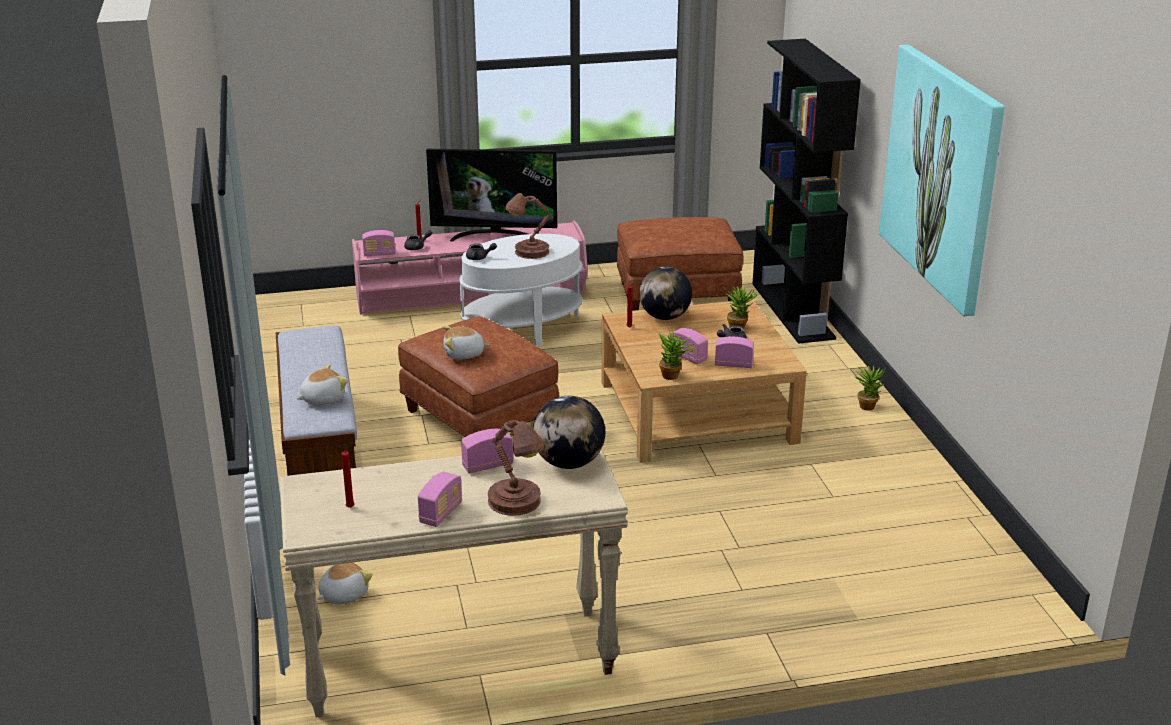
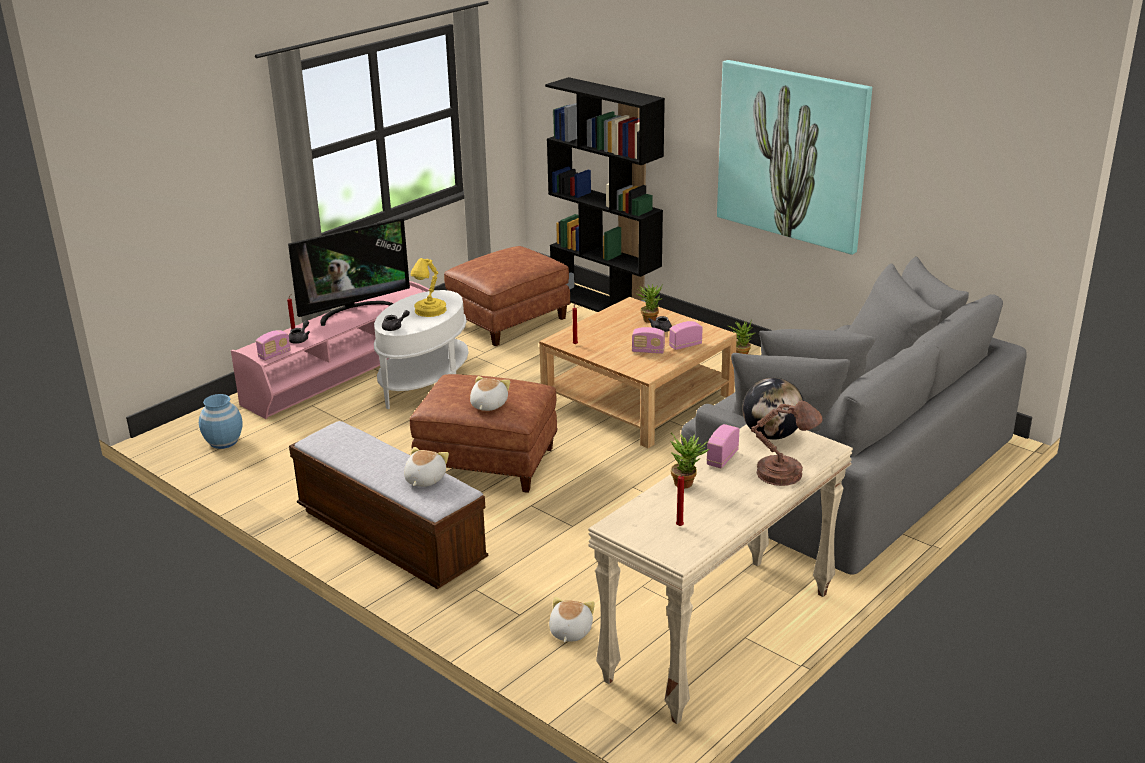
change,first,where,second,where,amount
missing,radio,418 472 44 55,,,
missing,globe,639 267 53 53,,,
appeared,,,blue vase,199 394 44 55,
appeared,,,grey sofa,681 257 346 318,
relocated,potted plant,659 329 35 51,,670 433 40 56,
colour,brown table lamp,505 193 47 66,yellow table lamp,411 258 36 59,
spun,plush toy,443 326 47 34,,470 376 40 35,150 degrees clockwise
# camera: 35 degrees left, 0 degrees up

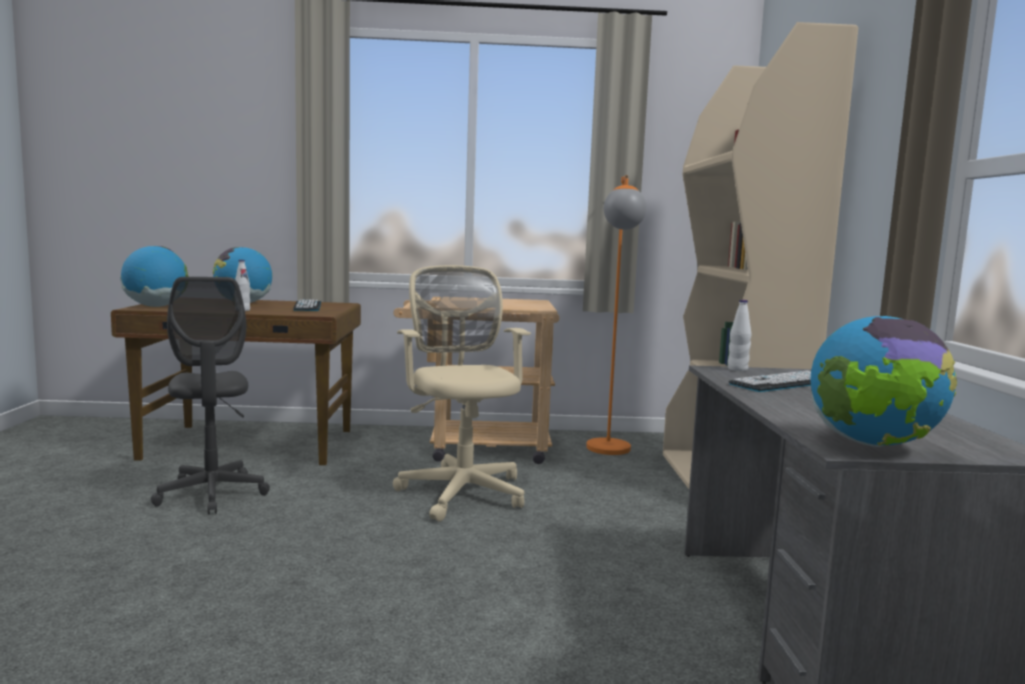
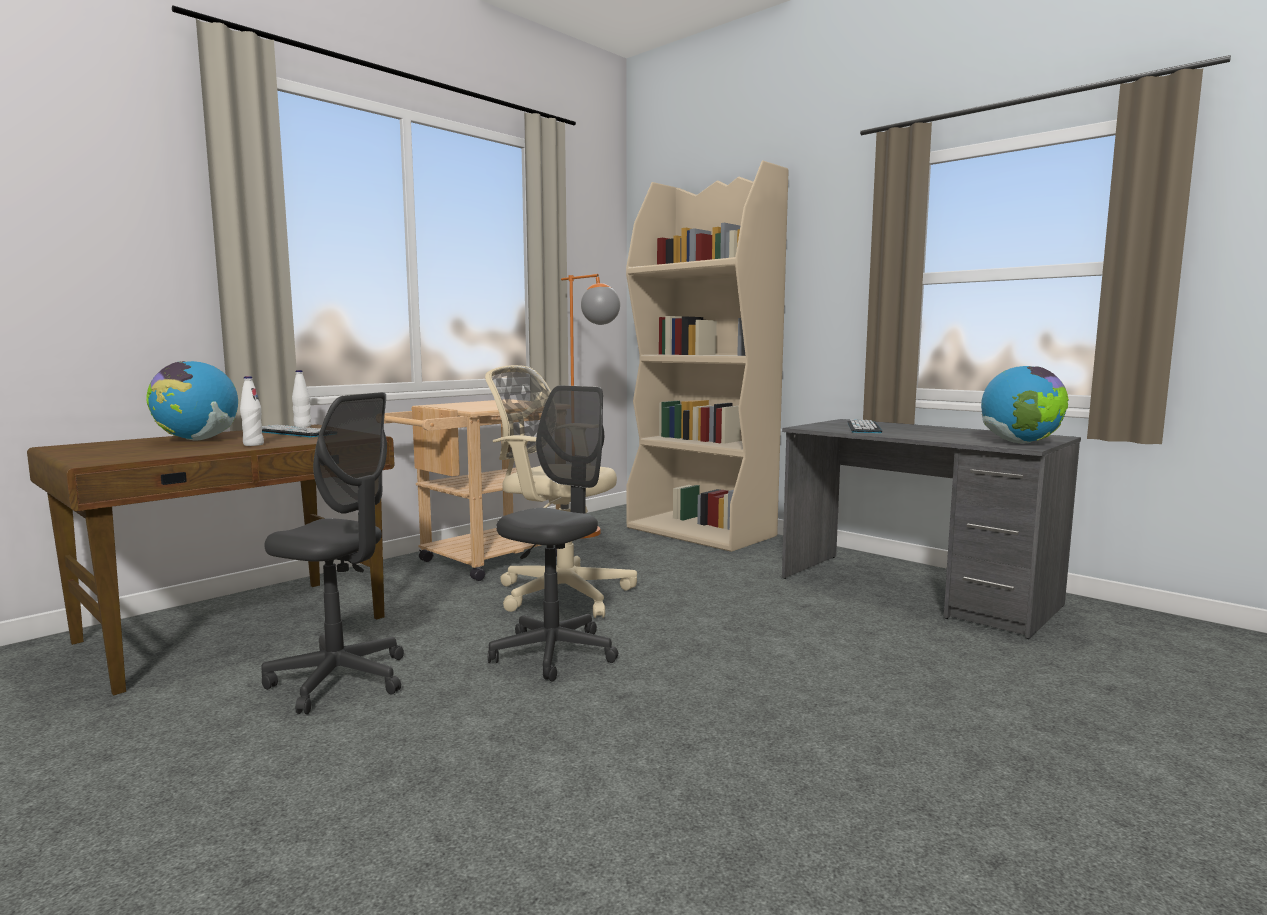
change,first,where,second,where,amount
missing,globe,120 246 69 61,,,
appeared,,,grey office chair,488 385 130 297,
relocated,white bottle,728 300 23 71,,292 370 19 57,
# camera: 45 degrees left, 0 degrees up

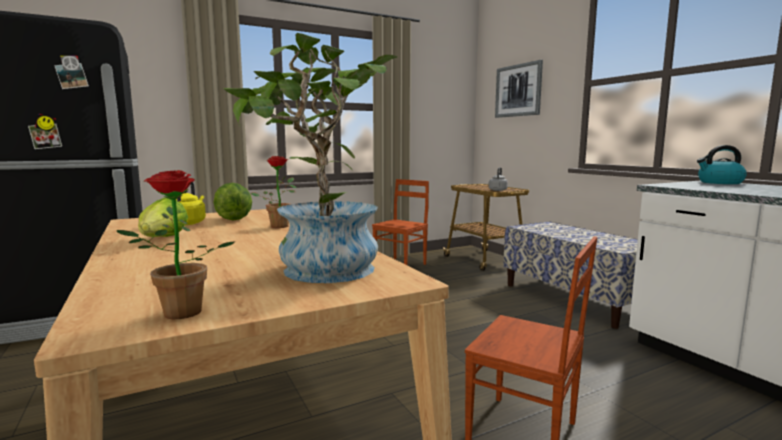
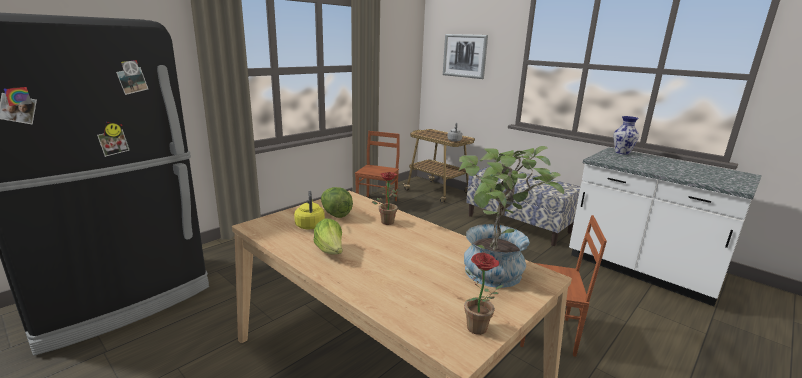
change,first,where,second,where,amount
exchanged,kettle,697 145 50 39,vase,613 116 26 39,
# camera: 20 degrees left, 10 degrees up

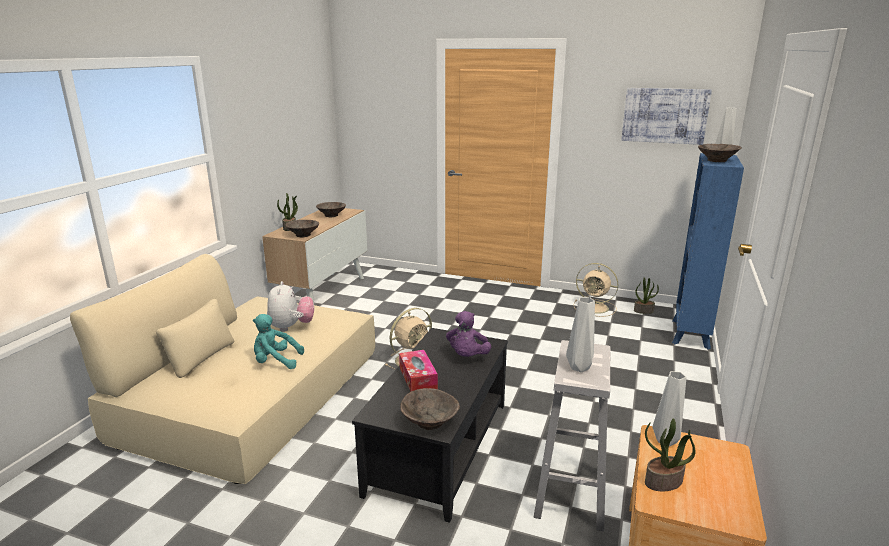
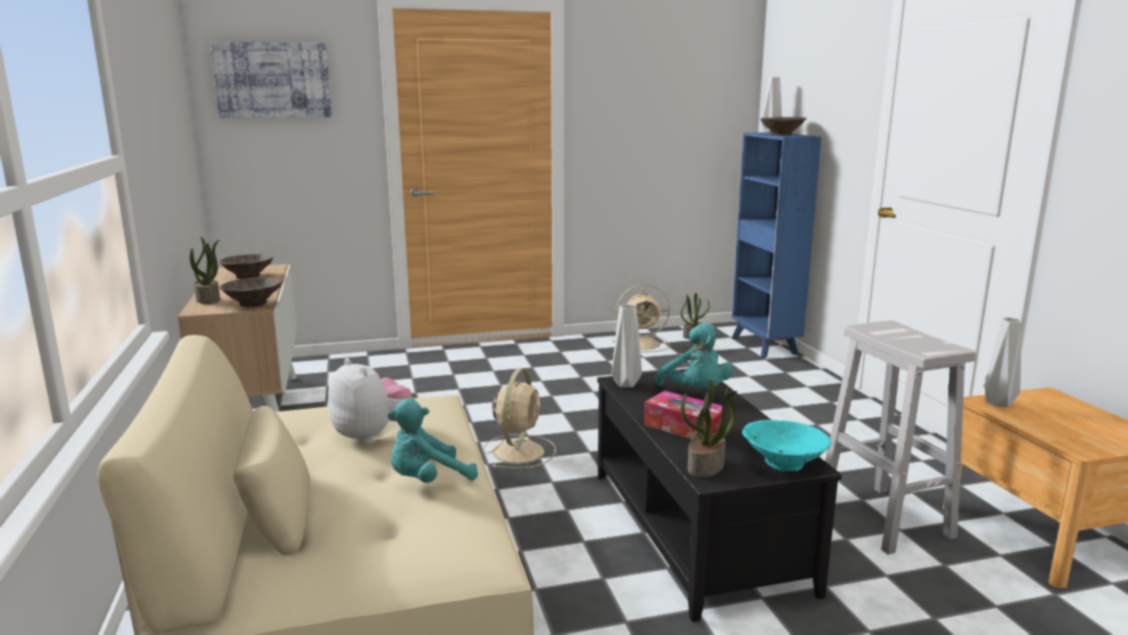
change,first,where,second,where,amount
relocated,grey vase,566 297 29 75,,612 304 30 84,
relocated,picture,622 88 90 57,,210 41 122 77,
relocated,potted plant,645 419 51 72,,681 379 56 98,
colour,brown bowl,400 388 60 42,turquoise bowl,742 420 89 51,
colour,purple plush toy,446 311 45 46,turquoise plush toy,655 323 78 66,
# camera: 35 degrees left, 5 degrees down

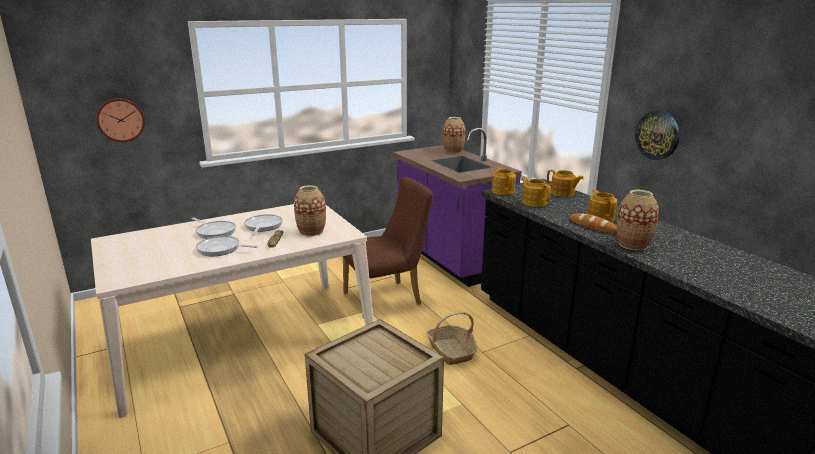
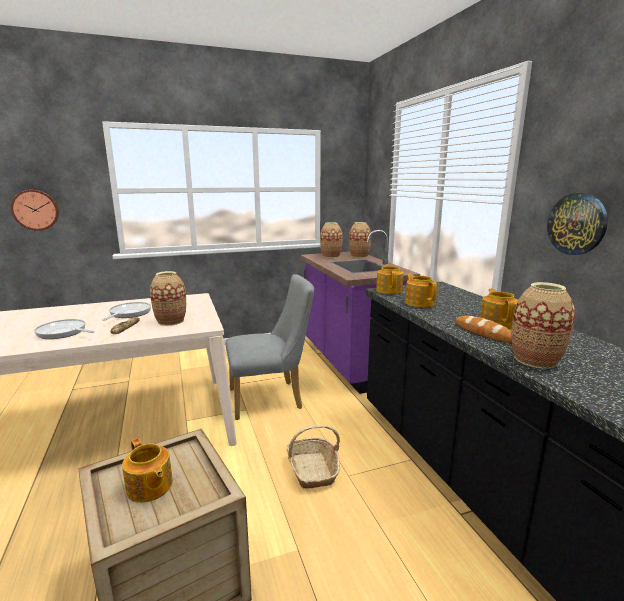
change,first,where,second,where,amount
missing,frying pan,192 218 44 21,,,
appeared,,,vase,320 222 23 36,
relocated,teapot,547 170 37 27,,122 438 51 65,
colour,brown chair,342 177 91 141,grey chair,226 274 88 146,
# camera: 10 degrees right, 5 degrees down

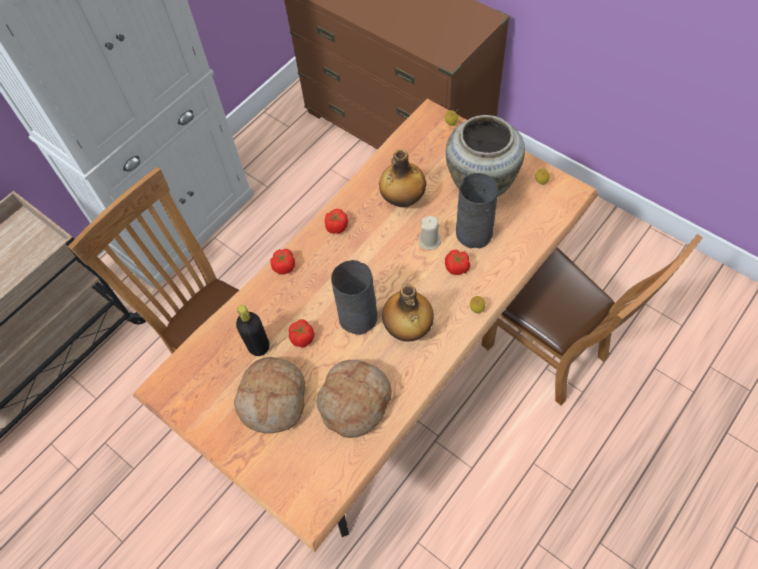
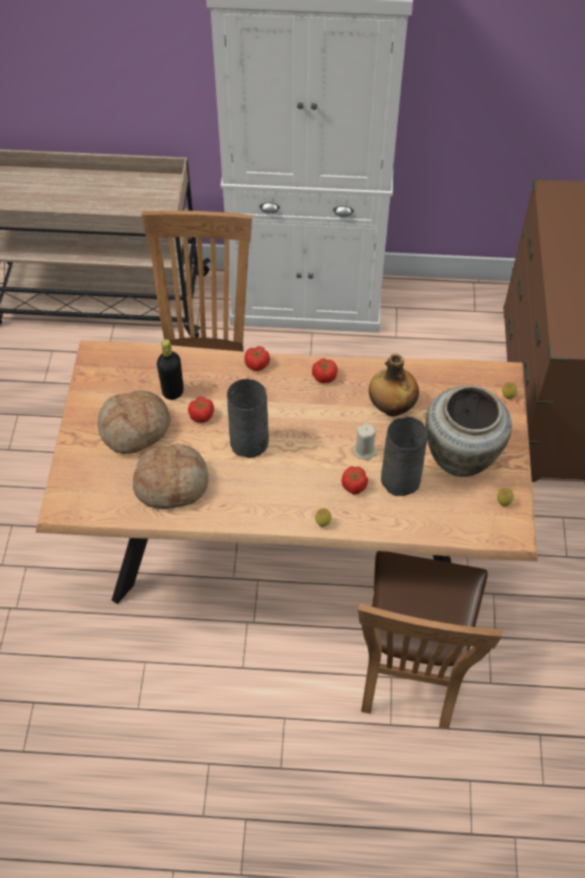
change,first,where,second,where,amount
missing,bottle,382 284 52 58,,,
# camera: 50 degrees right, 5 degrees down

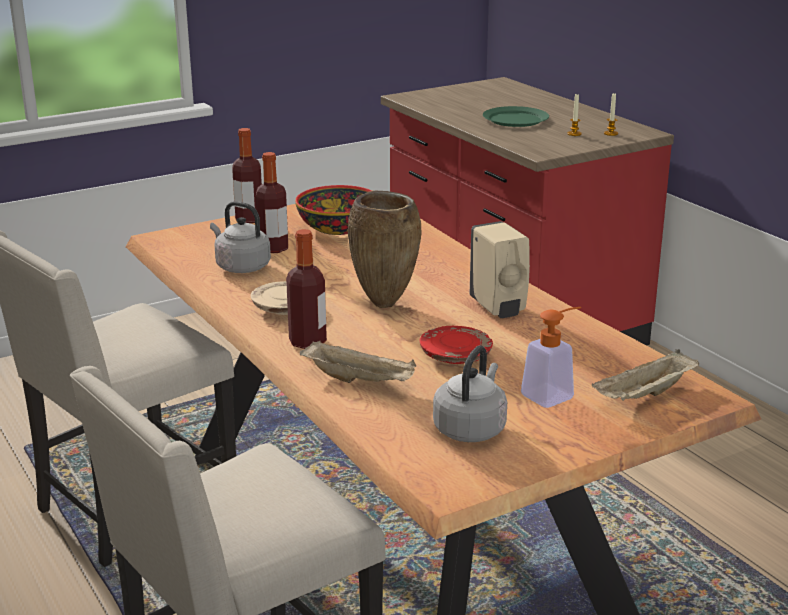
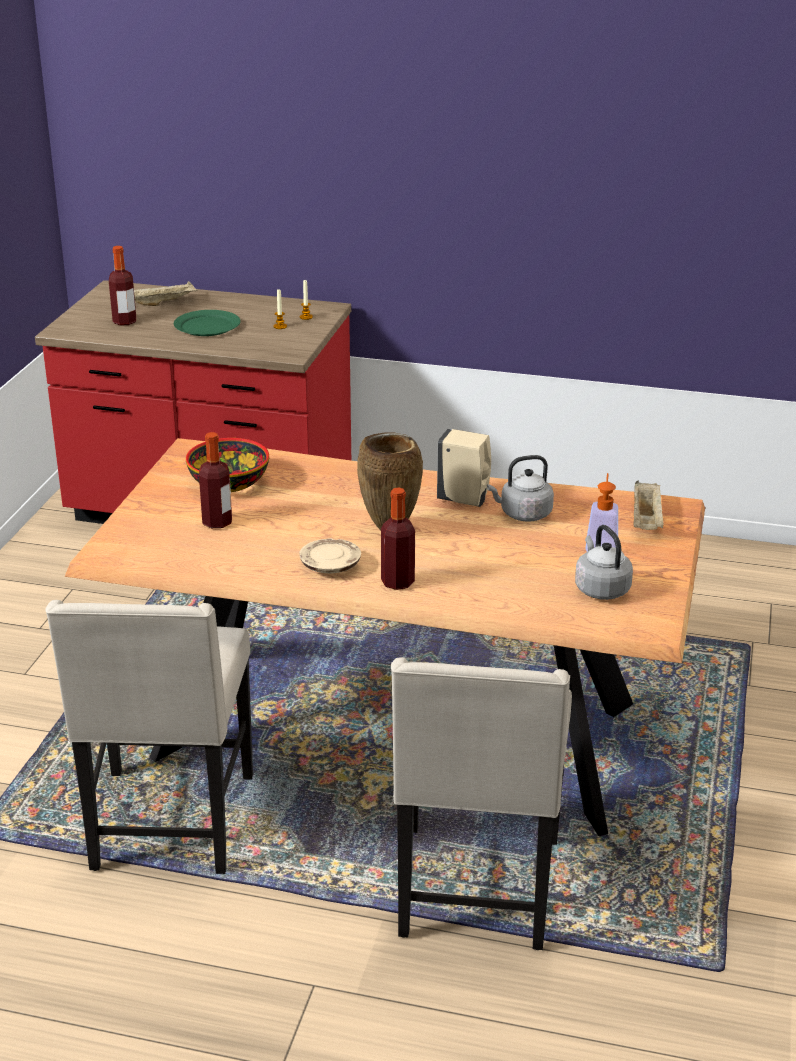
change,first,where,second,where,amount
missing,red plate,420 326 73 38,,,
relocated,grey kettle,210 201 61 72,,487 455 67 66,
relocated,bottle,232 128 30 95,,109 246 27 79,
relocated,beige tray,299 341 117 42,,134 281 64 25,
# camera: 45 degrees left, 5 degrees up

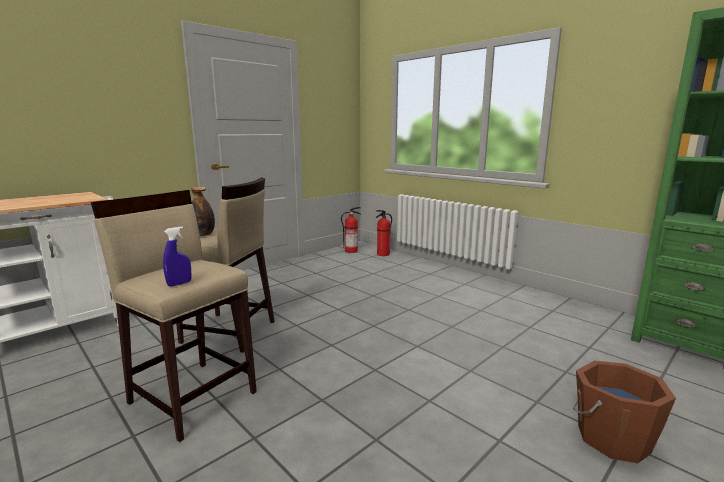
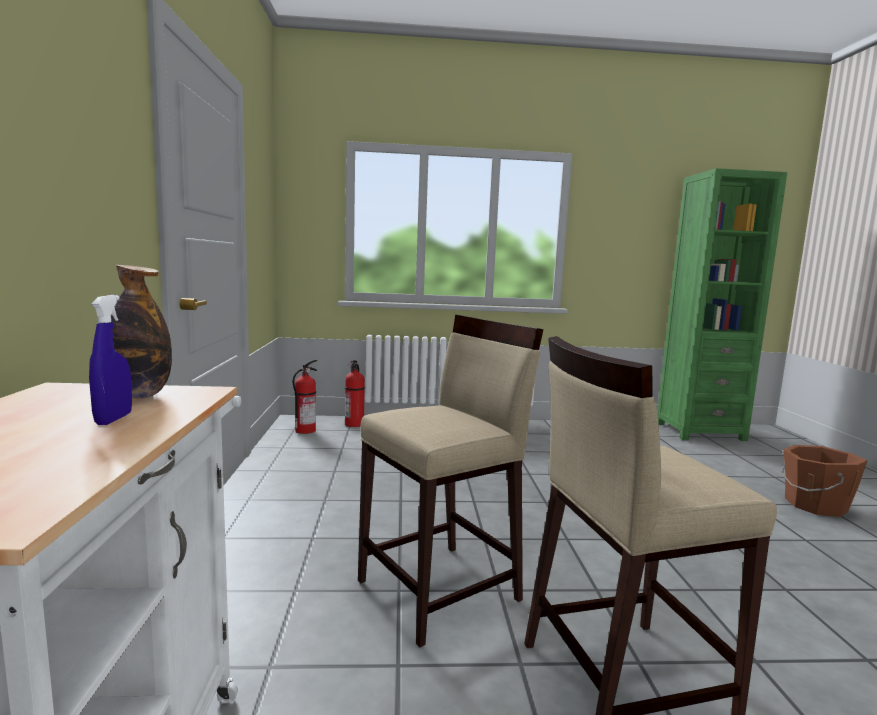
change,first,where,second,where,amount
relocated,blue spray bottle,163 226 29 61,,89 295 43 130,
relocated,bottle,191 186 24 50,,111 265 61 133,
# camera: 50 degrees left, 5 degrees down

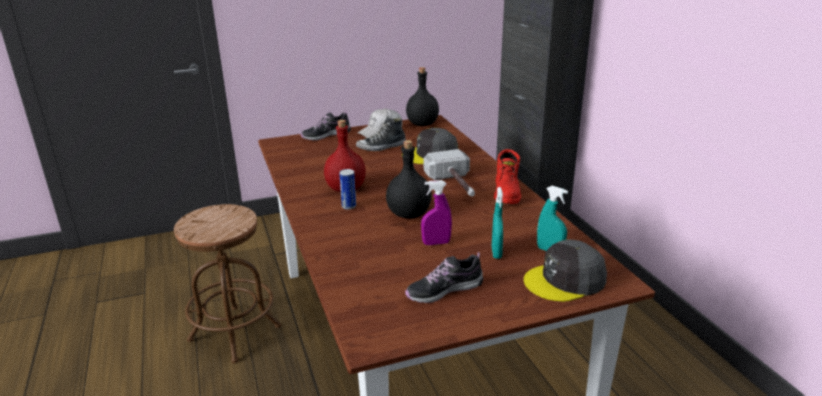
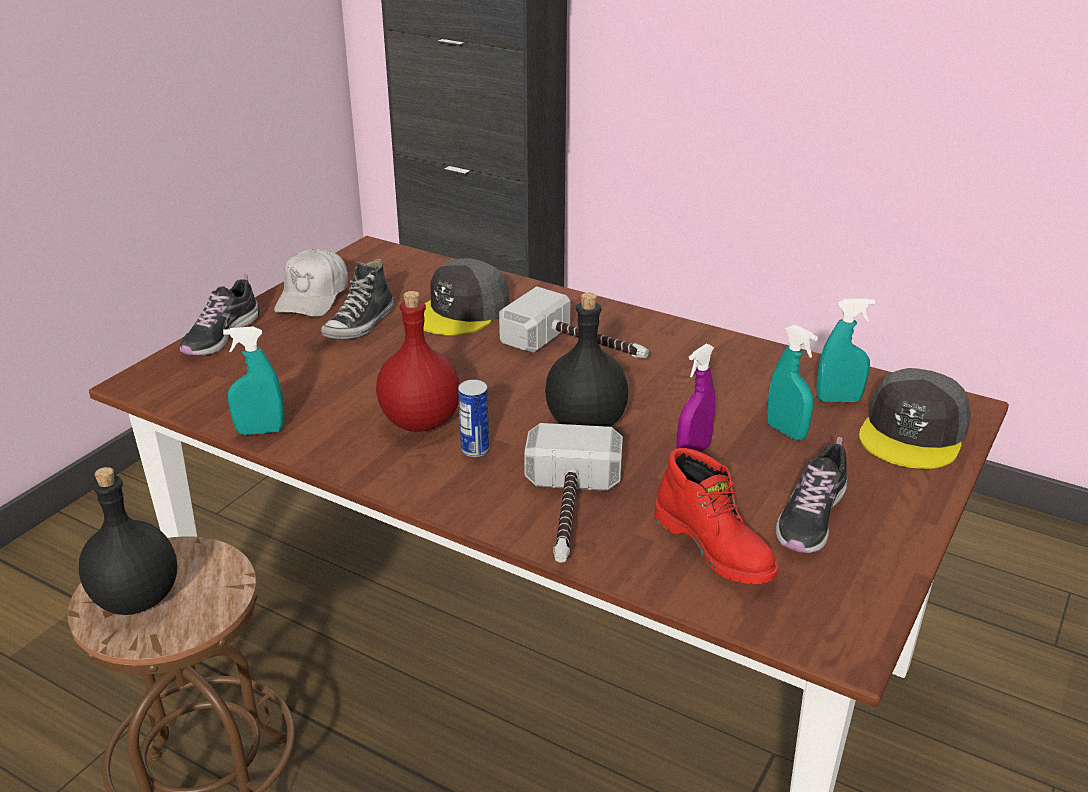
change,first,where,second,where,amount
appeared,,,turquoise spray bottle,223 327 61 108,
appeared,,,hammer,524 423 99 140,
relocated,black bottle,406 67 33 59,,79 467 98 148,
relocated,red boot,494 149 27 55,,654 448 124 136,
# camera: 40 degrees left, 5 degrees up

